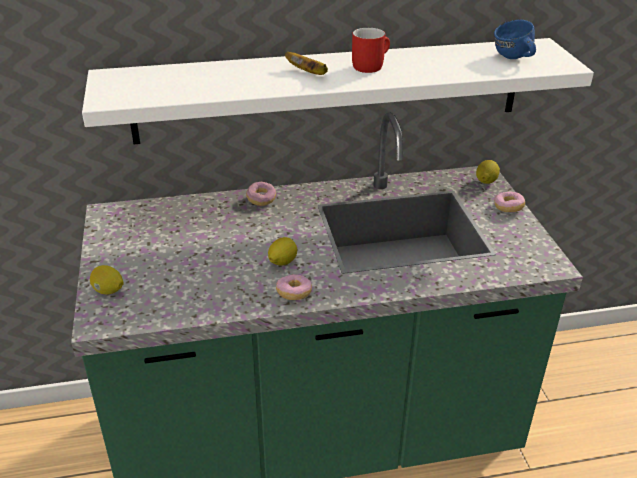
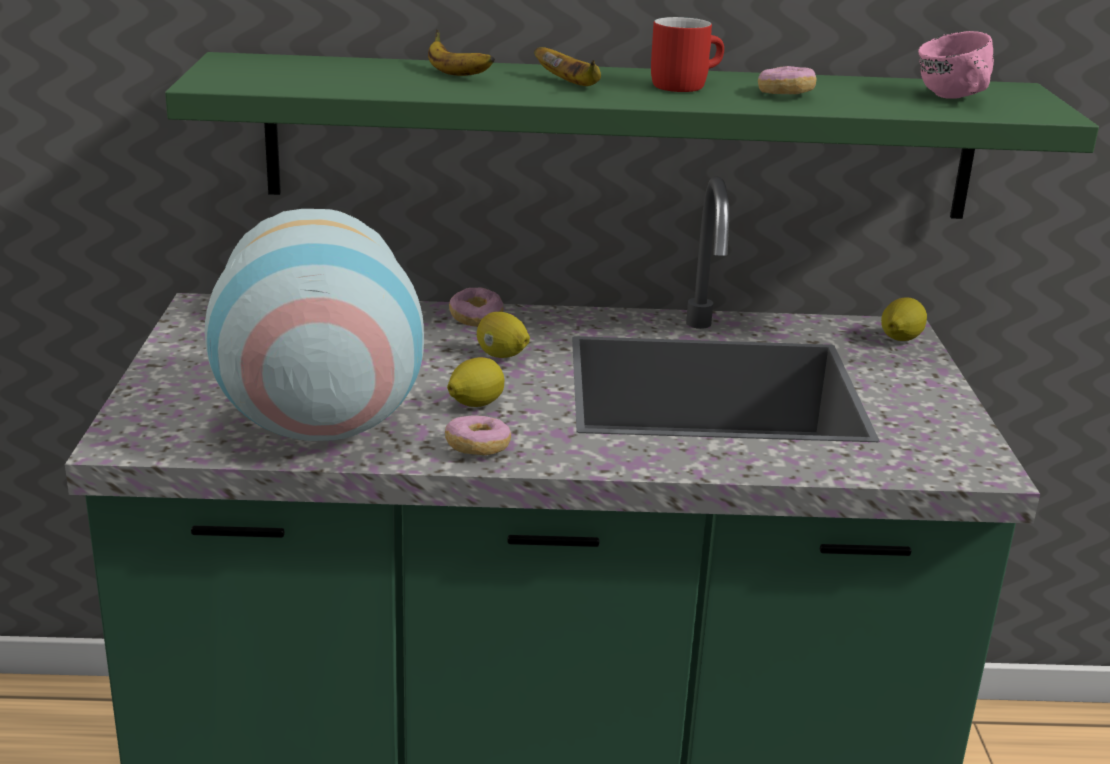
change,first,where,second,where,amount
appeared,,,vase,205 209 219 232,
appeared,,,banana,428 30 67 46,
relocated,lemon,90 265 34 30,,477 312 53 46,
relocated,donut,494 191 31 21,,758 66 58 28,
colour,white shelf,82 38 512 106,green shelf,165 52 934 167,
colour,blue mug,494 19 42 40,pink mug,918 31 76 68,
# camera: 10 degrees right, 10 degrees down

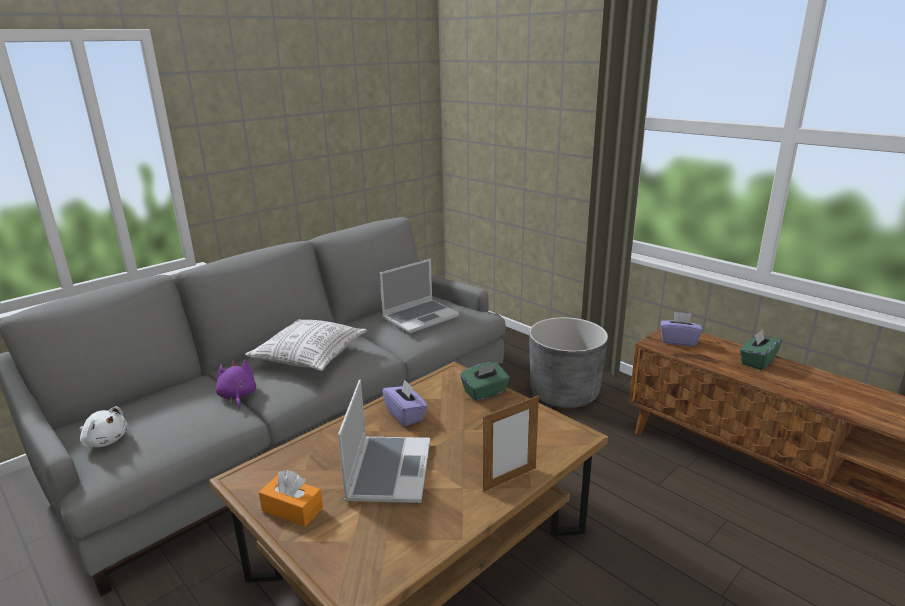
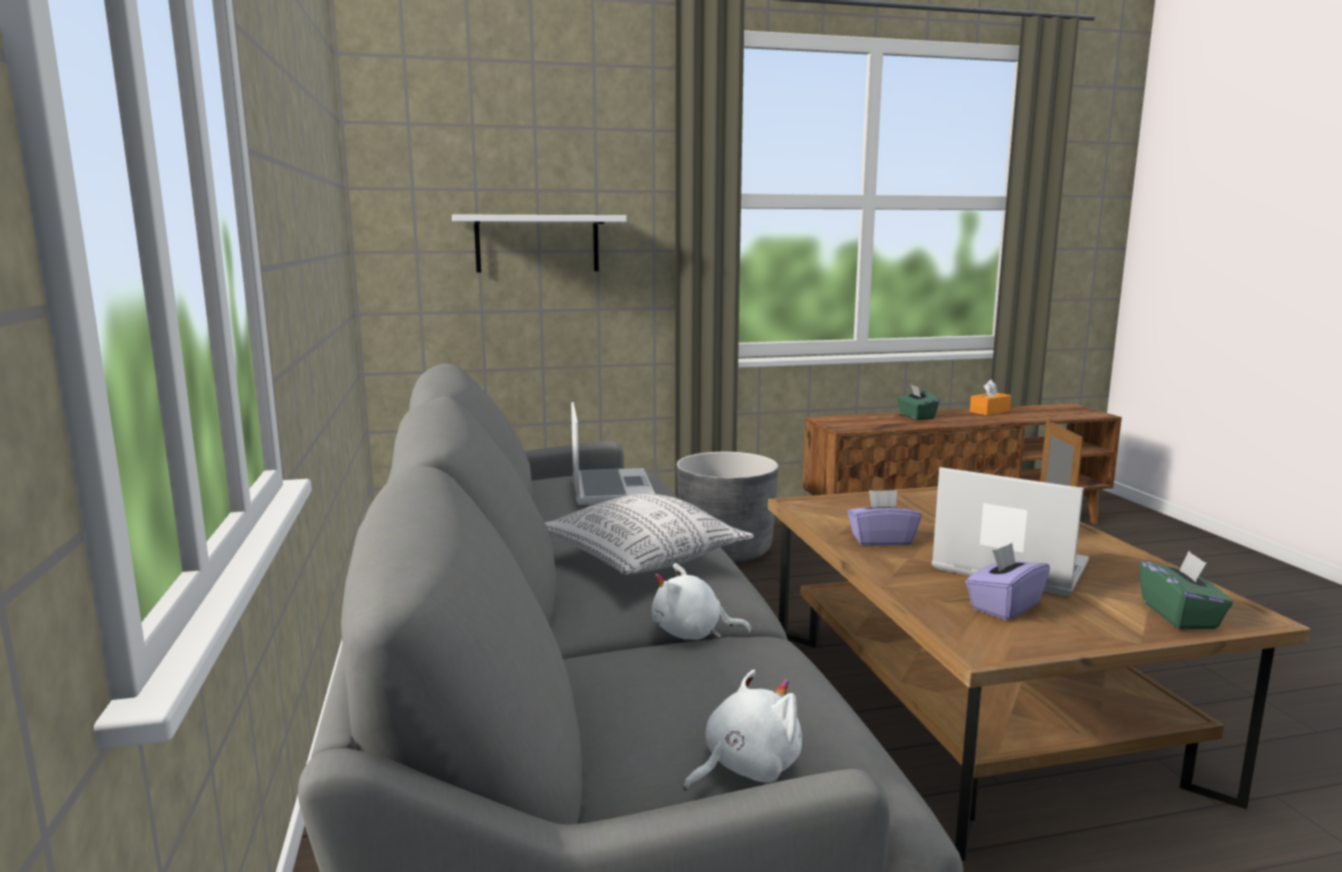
change,first,where,second,where,amount
appeared,,,white shelf,452 215 175 58,
relocated,orange tissue box,259 470 64 57,,970 379 41 37,
relocated,green tissue box,460 362 50 39,,1140 551 93 78,
relocated,purple tissue box,661 312 41 35,,966 543 84 77,
colour,purple plush toy,216 360 40 49,white plush toy,652 563 100 77,
# camera: 60 degrees left, 10 degrees down

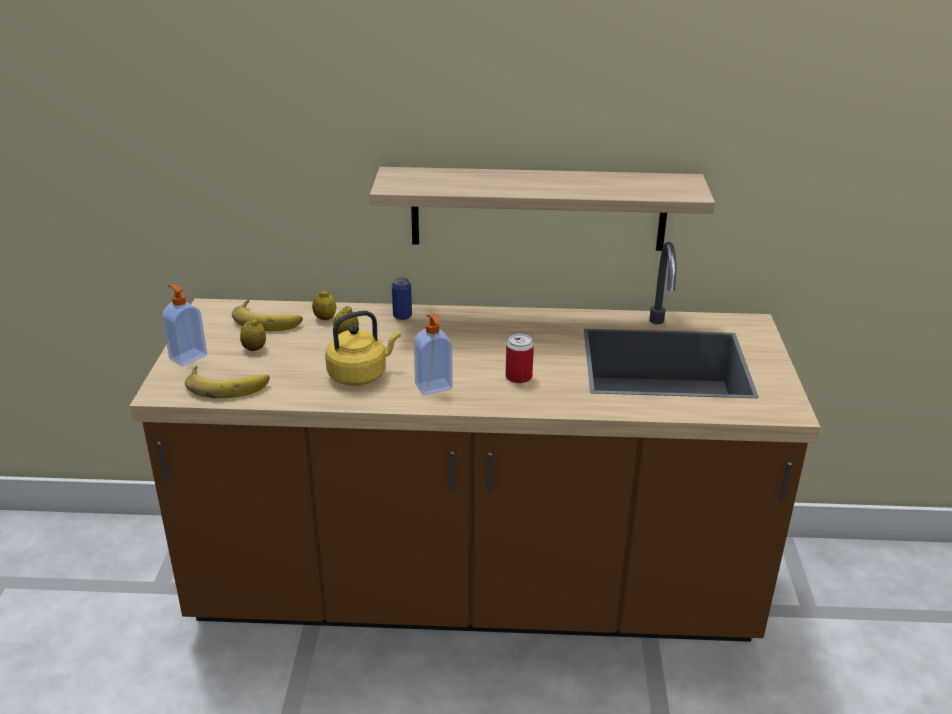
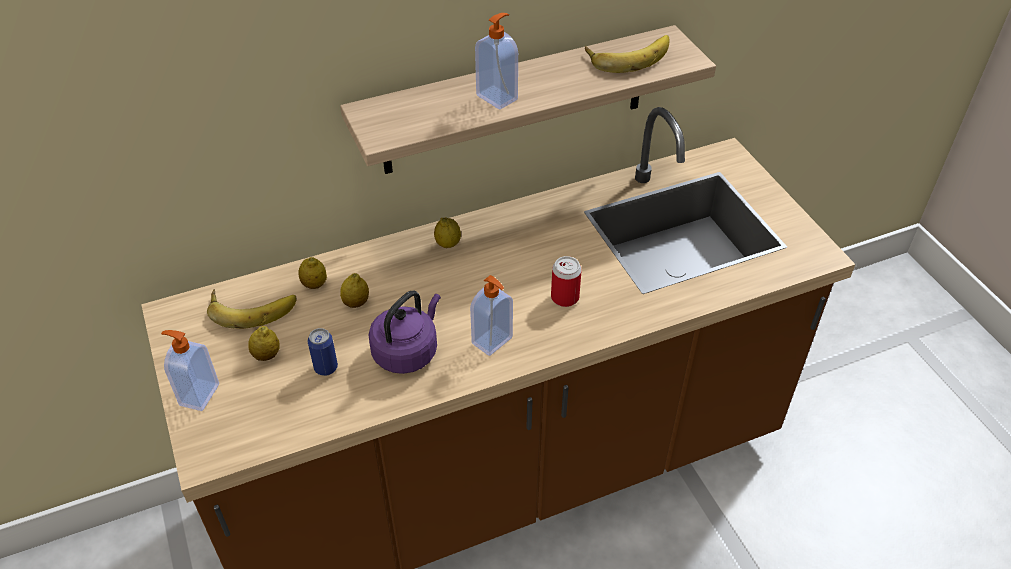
change,first,where,second,where,amount
appeared,,,lemon,434 217 27 31,
appeared,,,soap dispenser,475 13 43 96,
relocated,banana,185 366 84 32,,585 35 85 38,
relocated,can,392 277 20 43,,308 328 30 48,
colour,yellow kettle,325 311 76 75,purple kettle,369 291 72 83,
# camera: 25 degrees left, 15 degrees up

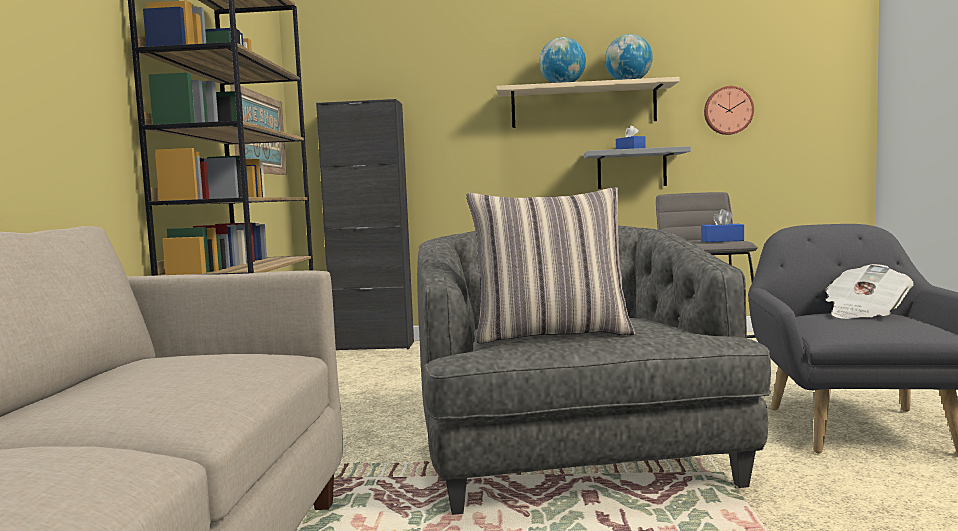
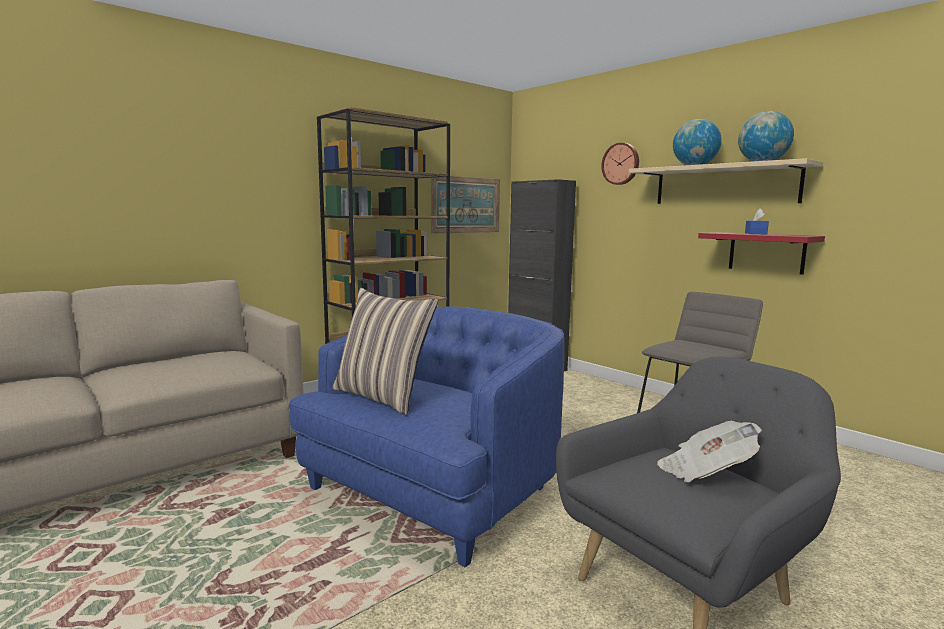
change,first,where,second,where,amount
missing,blue tissue box,701 209 43 33,,,
relocated,wall clock,704 86 50 49,,601 143 38 42,
colour,grey armchair,417 225 354 290,blue armchair,289 307 275 261,
colour,grey shelf,584 146 107 43,red shelf,698 232 127 43,
# camera: 45 degrees right, 5 degrees up

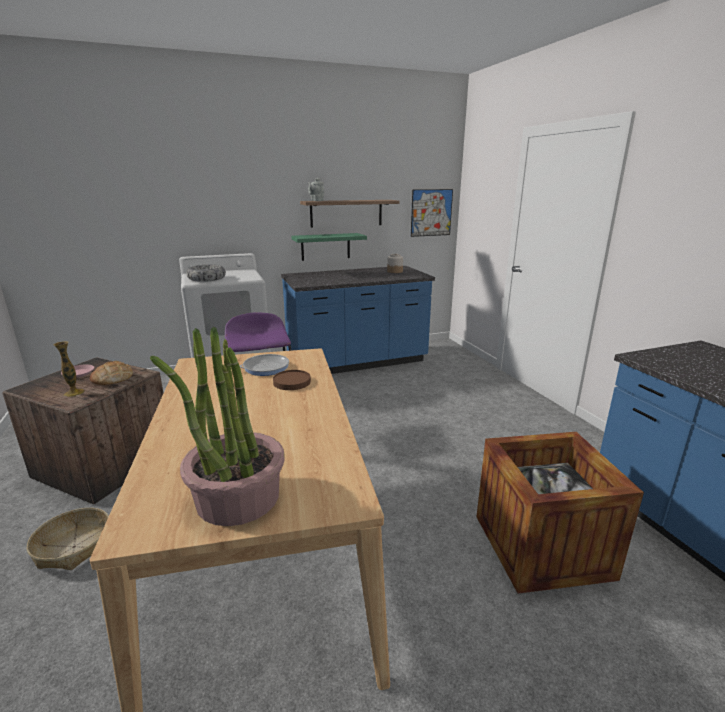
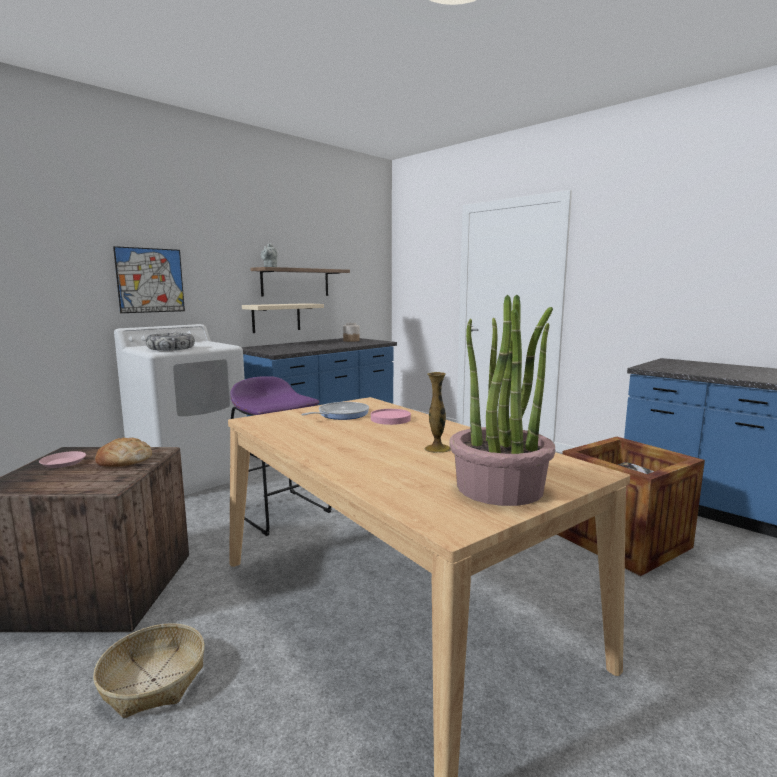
change,first,where,second,where,amount
relocated,vase,53 341 32 56,,424 372 27 81,
relocated,picture,411 189 42 48,,113 246 72 67,
colour,brown plate,273 370 38 20,pink plate,371 409 40 16,
colour,green shelf,291 233 76 28,beige shelf,242 303 82 30,
# camera: 25 degrees left, 10 degrees down

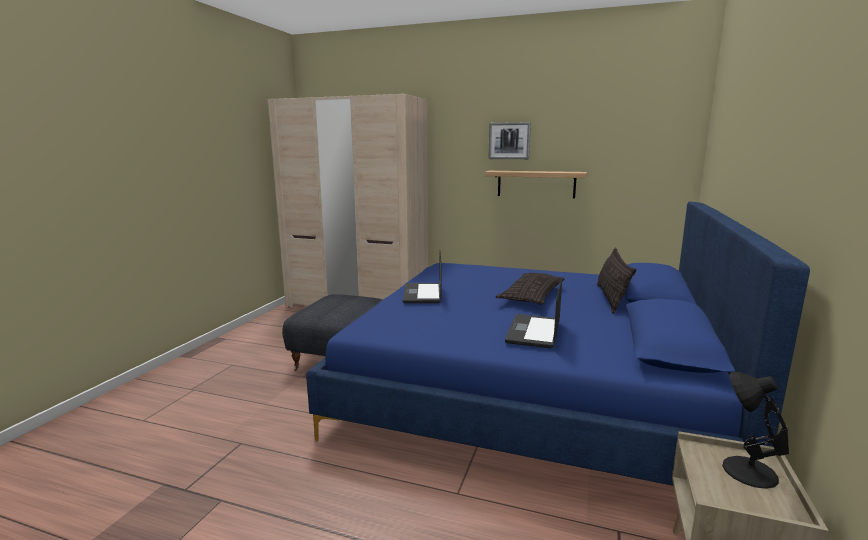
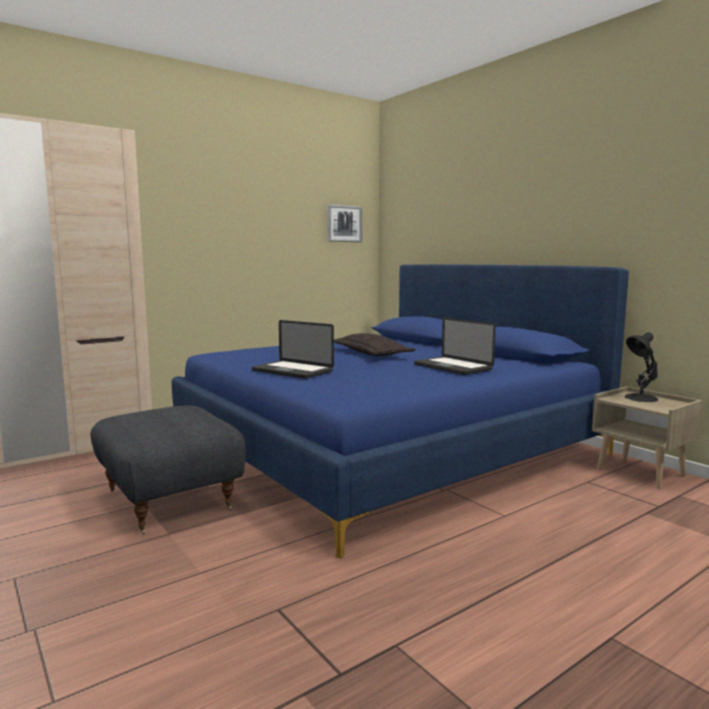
change,first,where,second,where,amount
missing,shelf,484 171 103 27,,,
missing,pillow,597 247 39 67,,,
relocated,picture,489 122 42 37,,327 205 35 37,
# camera: 55 degrees left, 5 degrees down

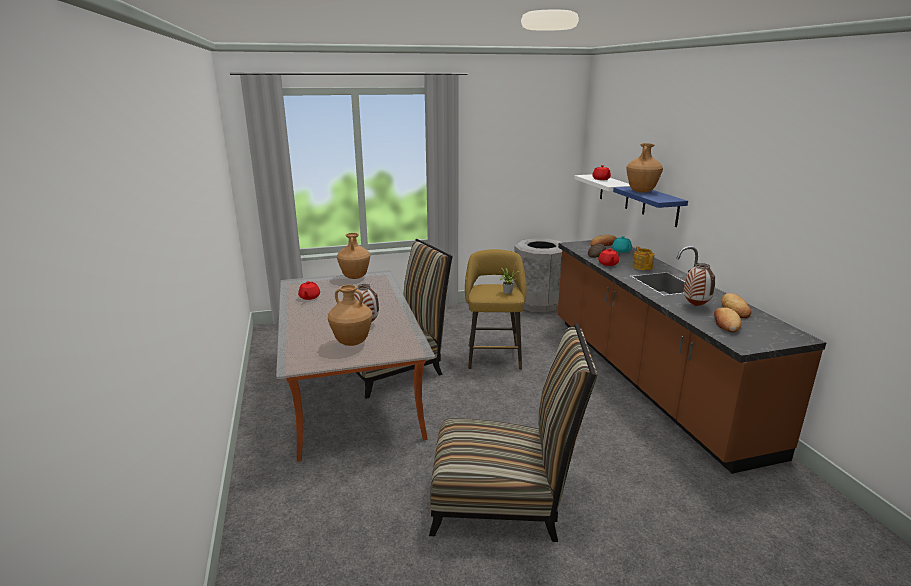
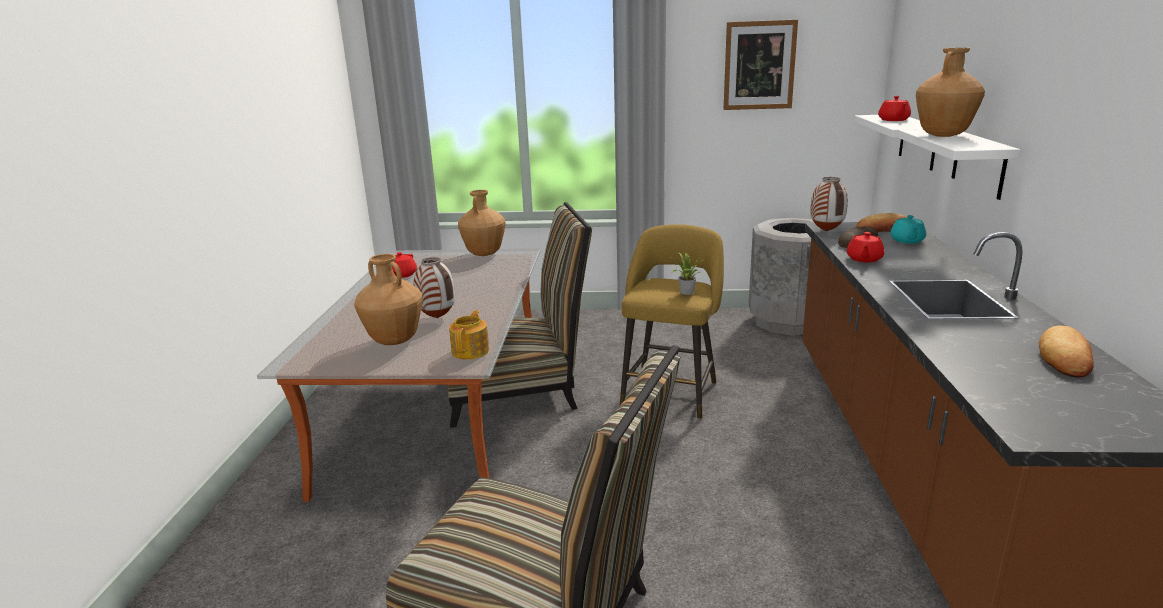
change,first,where,second,where,amount
missing,bread,714 307 28 25,,,
appeared,,,picture,724 20 74 90,
relocated,teapot,632 247 22 23,,449 310 40 49,
relocated,vase,684 263 31 43,,810 177 38 54,
colour,blue shelf,613 187 75 40,white shelf,898 129 123 71,
# camera: 20 degrees right, 0 degrees up

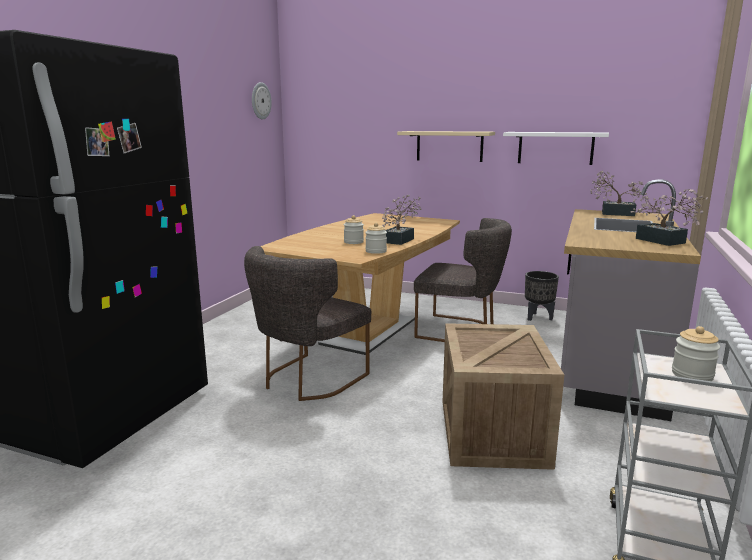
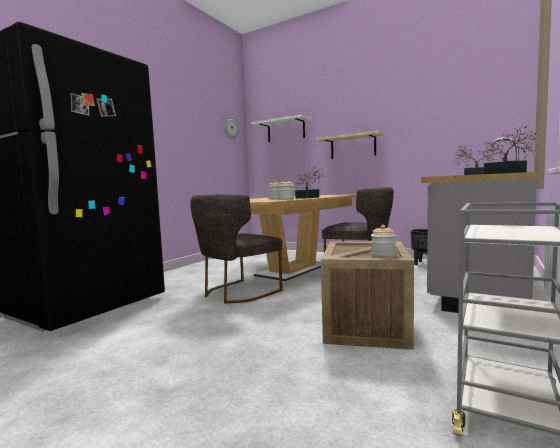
change,first,where,second,where,amount
relocated,white shelf,503 132 106 33,,252 114 59 28,
relocated,jar,672 326 48 55,,371 225 25 33,
# camera: 10 degrees right, 10 degrees down

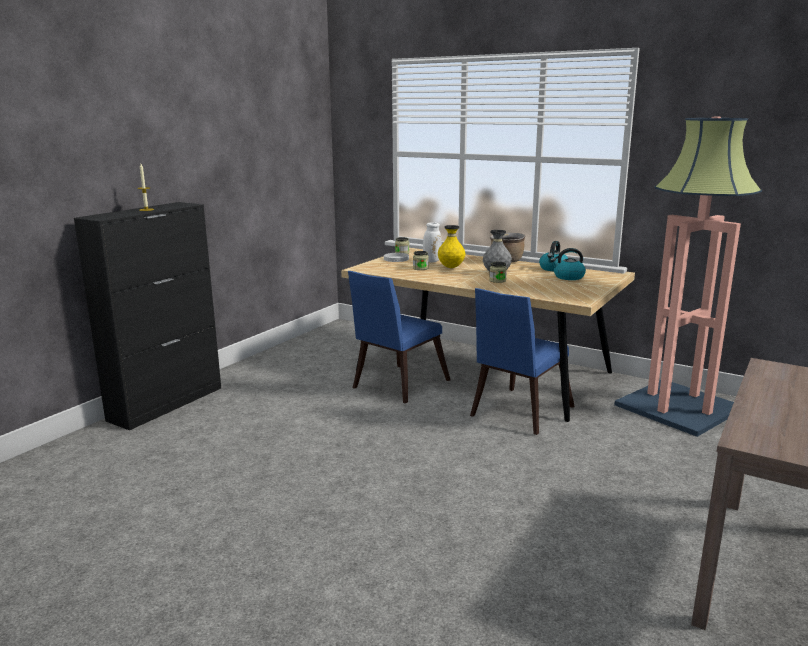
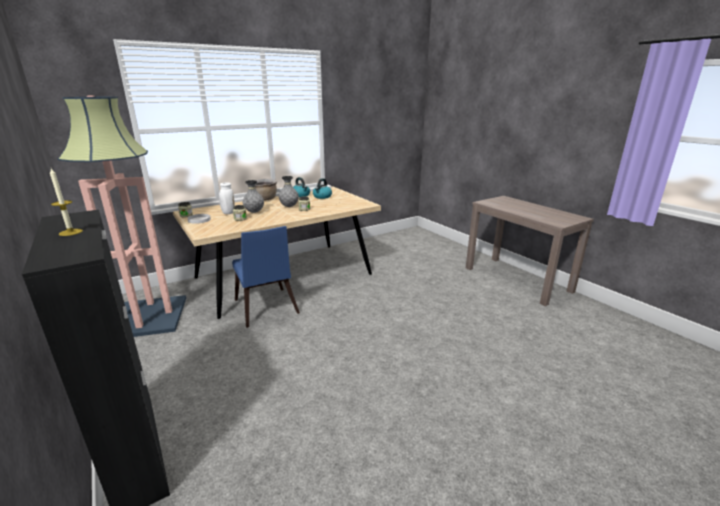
change,first,where,second,where,amount
missing,blue chair,470 288 105 147,,,
relocated,floor lamp,614 117 148 320,,57 96 129 241,
colour,yellow vase,438 225 27 43,grey vase,242 180 22 33,
# camera: 65 degrees left, 5 degrees up

